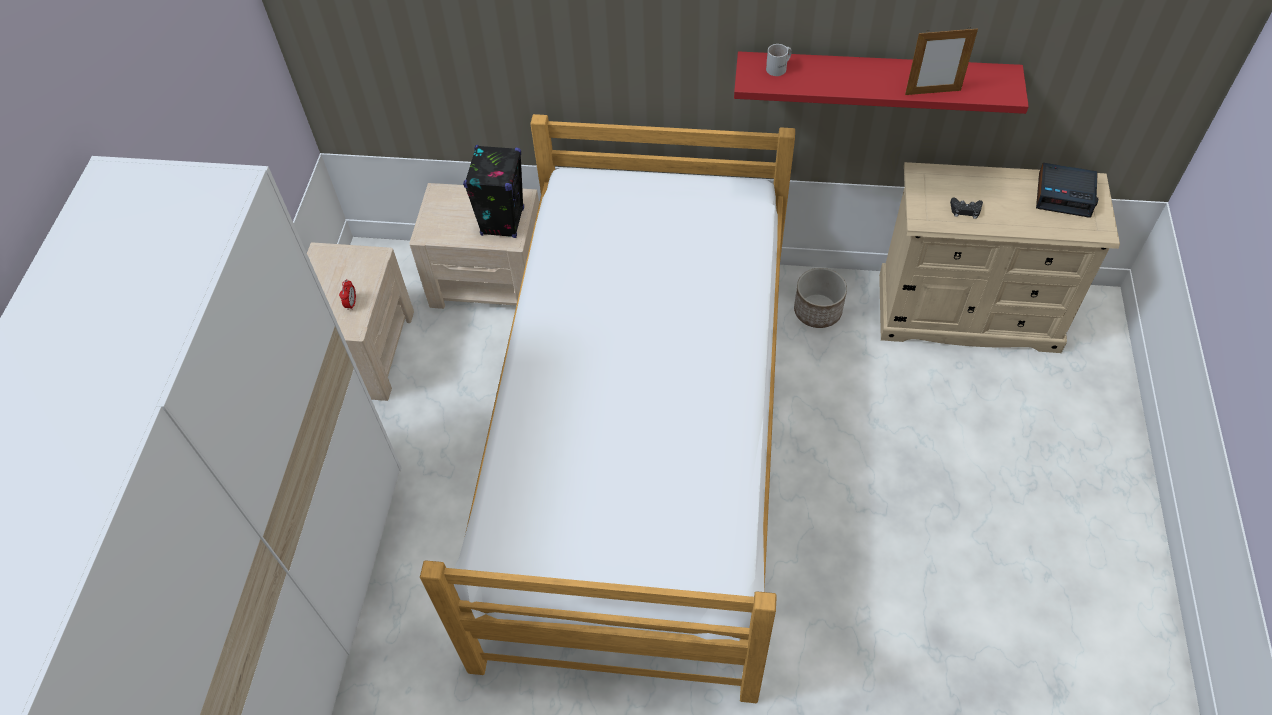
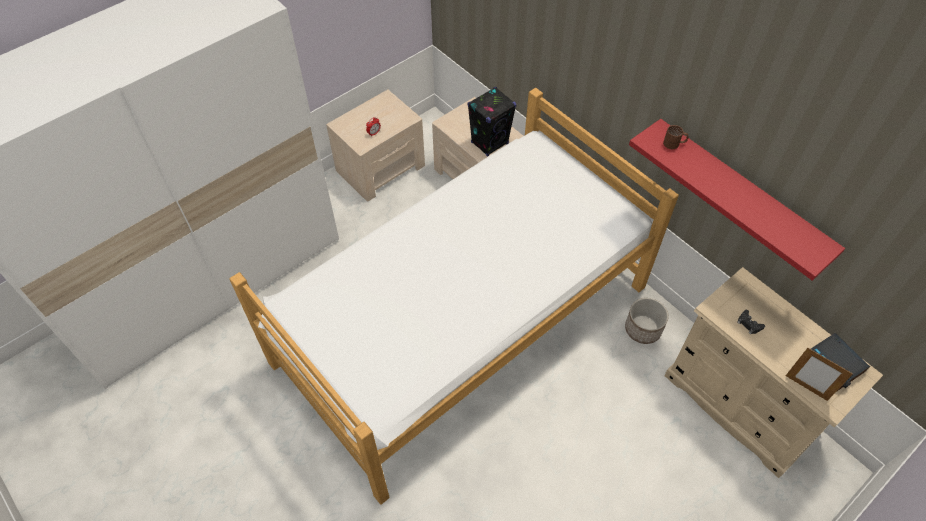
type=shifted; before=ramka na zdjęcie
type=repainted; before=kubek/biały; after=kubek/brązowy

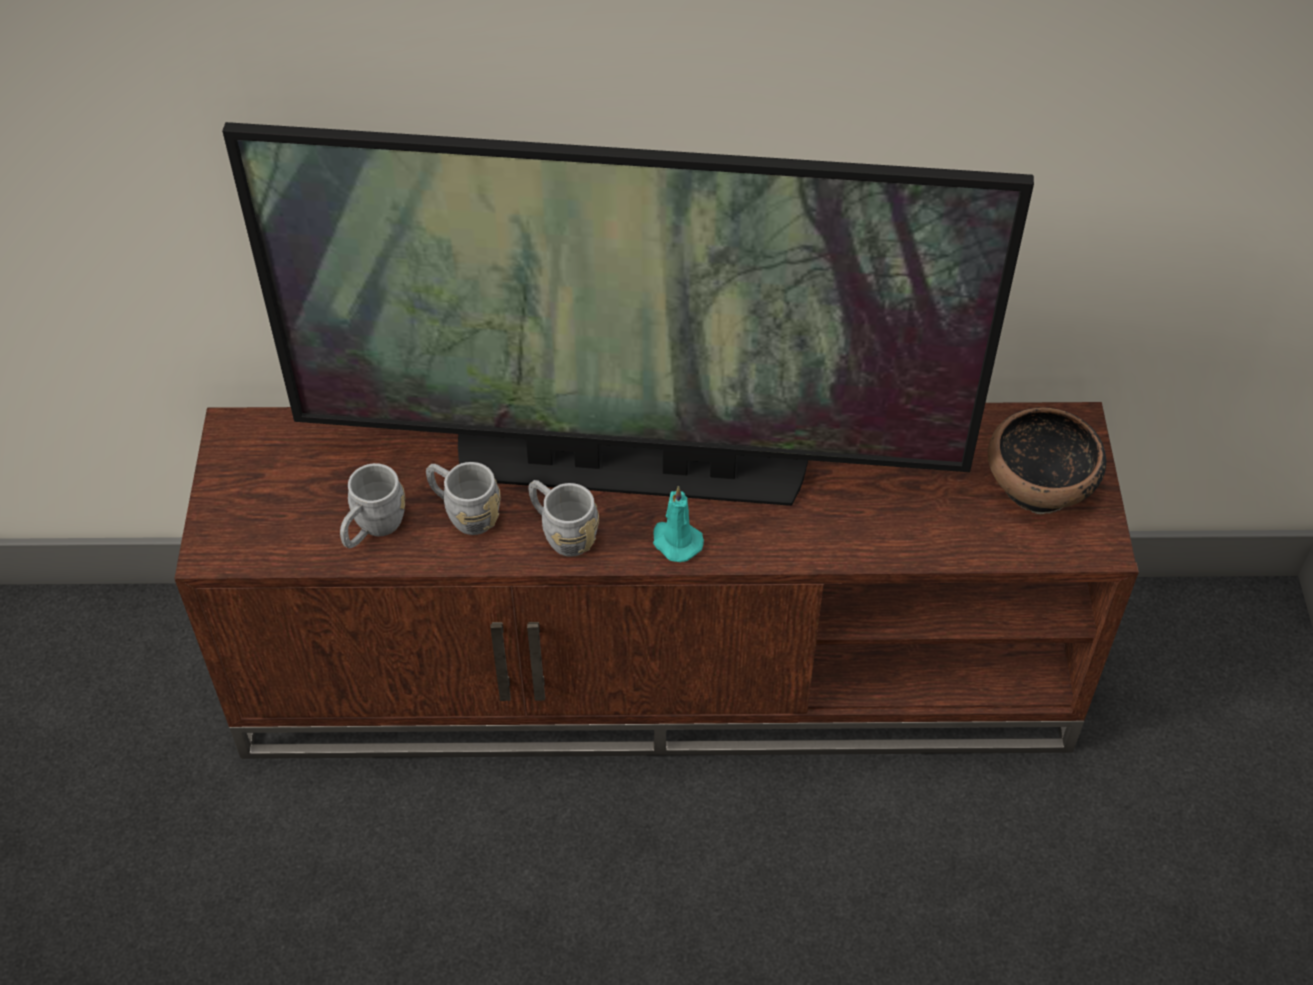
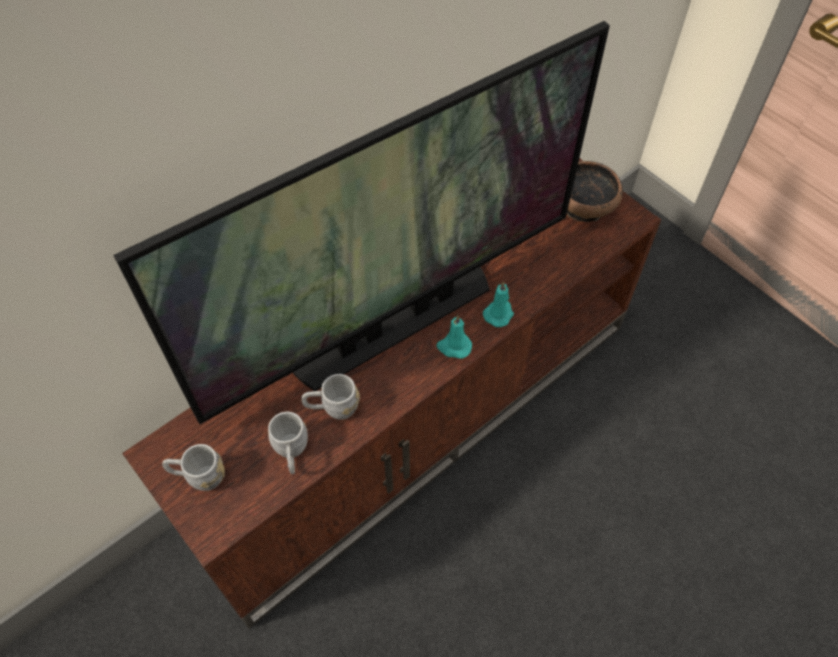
type=new; after=świeca/turkusowy (no. 2 from left)
type=shifted; before=kubek/szary (no. 3 from left in the first image); after=kubek/szary (no. 1 from left)

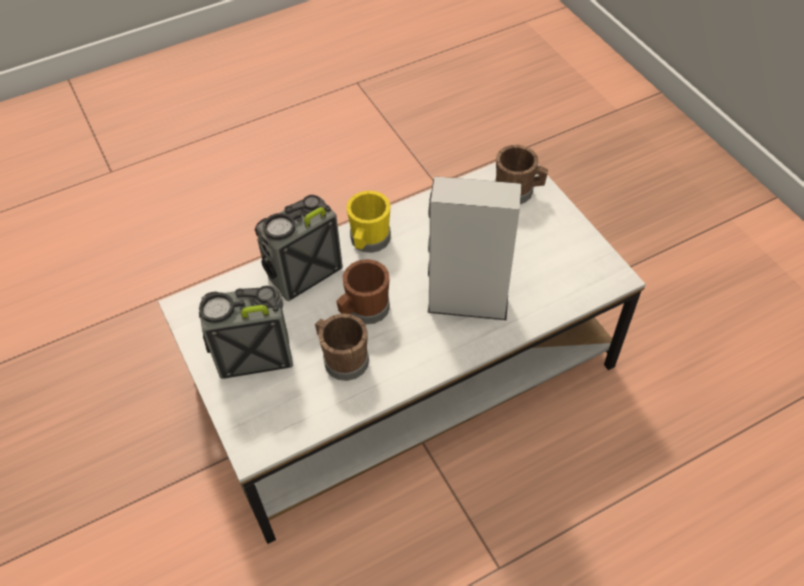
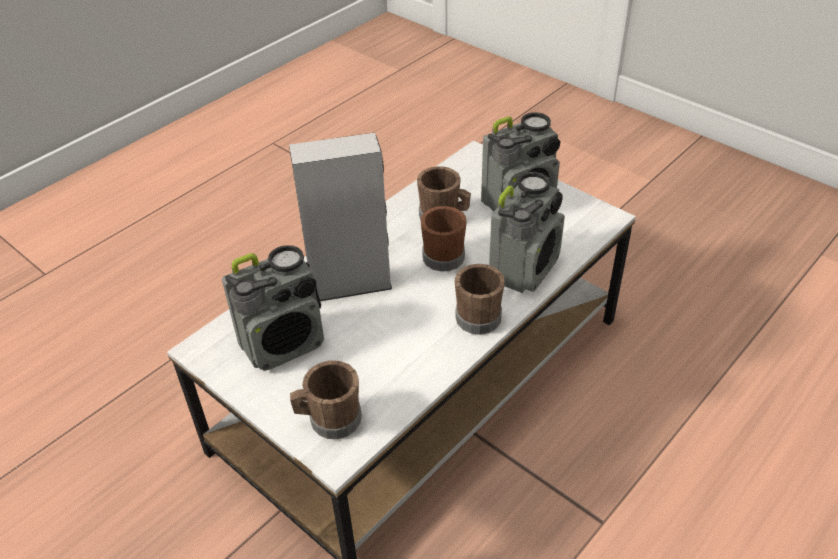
type=new; after=radio (no. 1 from left)
type=repainted; before=kubek/żółty; after=kubek/brązowy (no. 4 from left)

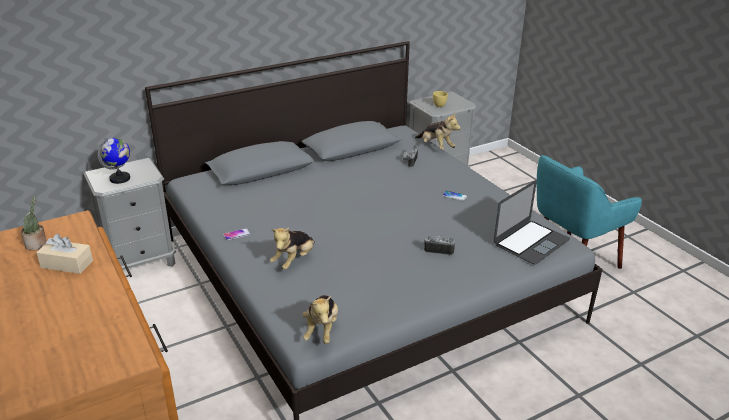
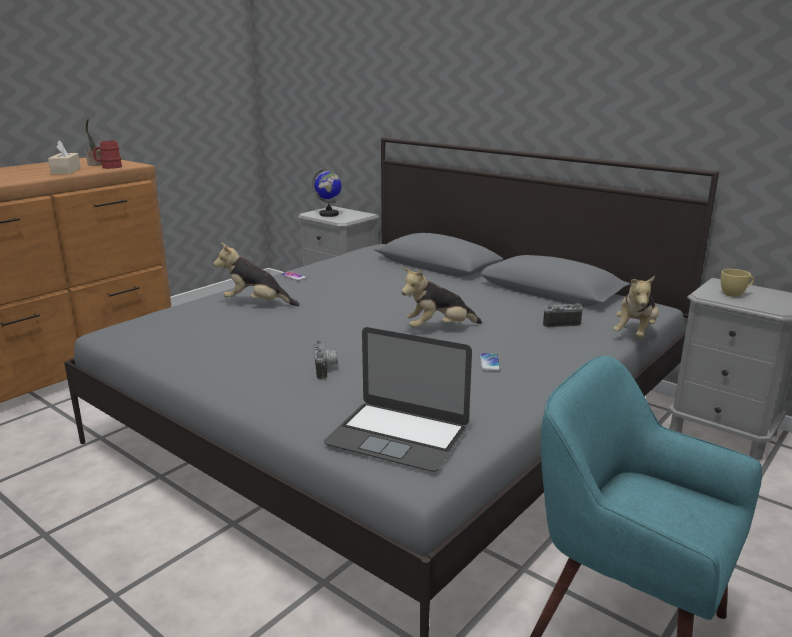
type=new; after=kubek/czerwony
type=shifted; before=pluszak (no. 2 from left)

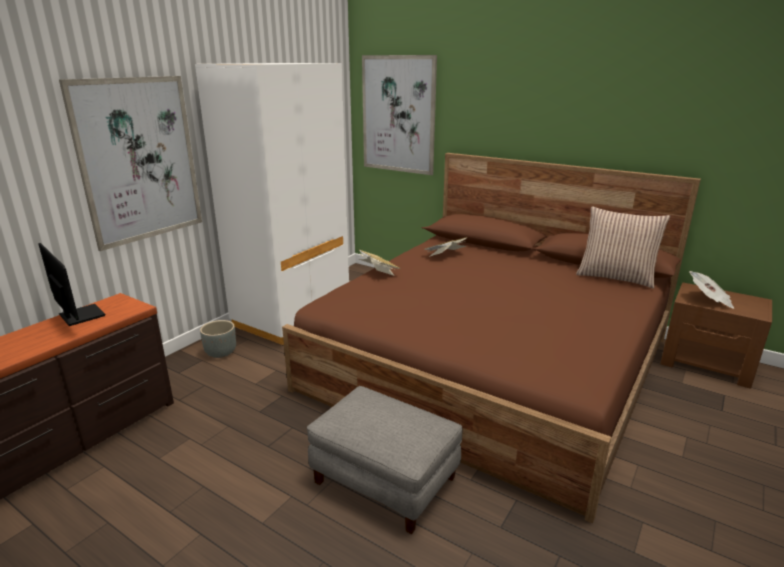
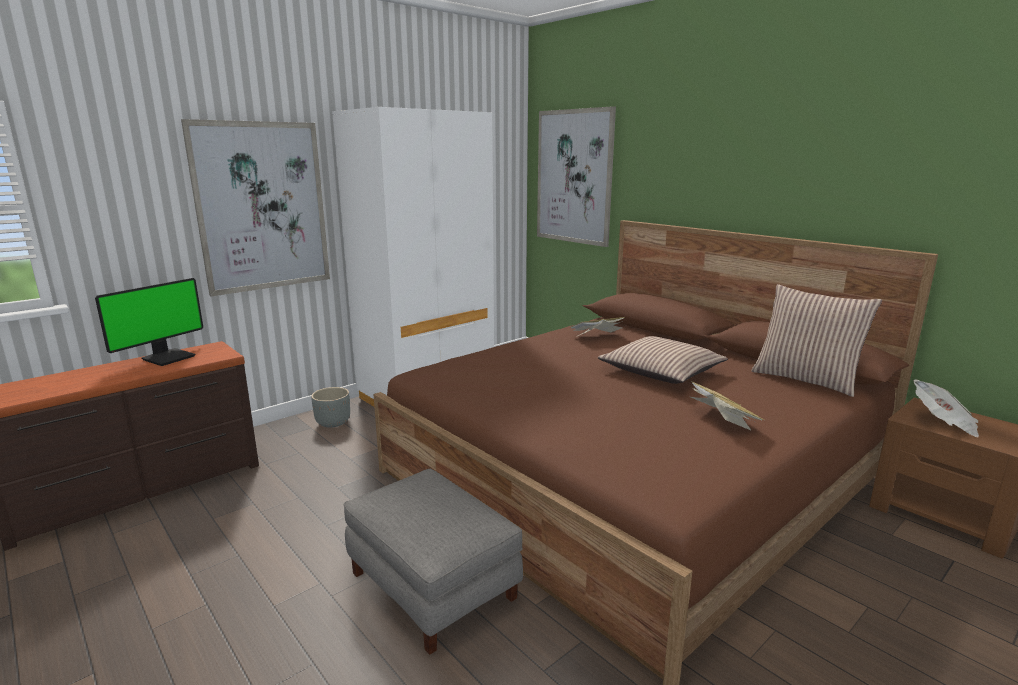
type=new; after=poduszka (no. 1 from left)
type=shifted; before=książka (no. 1 from left in the first image); after=książka (no. 2 from left)
type=rotated; before=monitor; turn=60

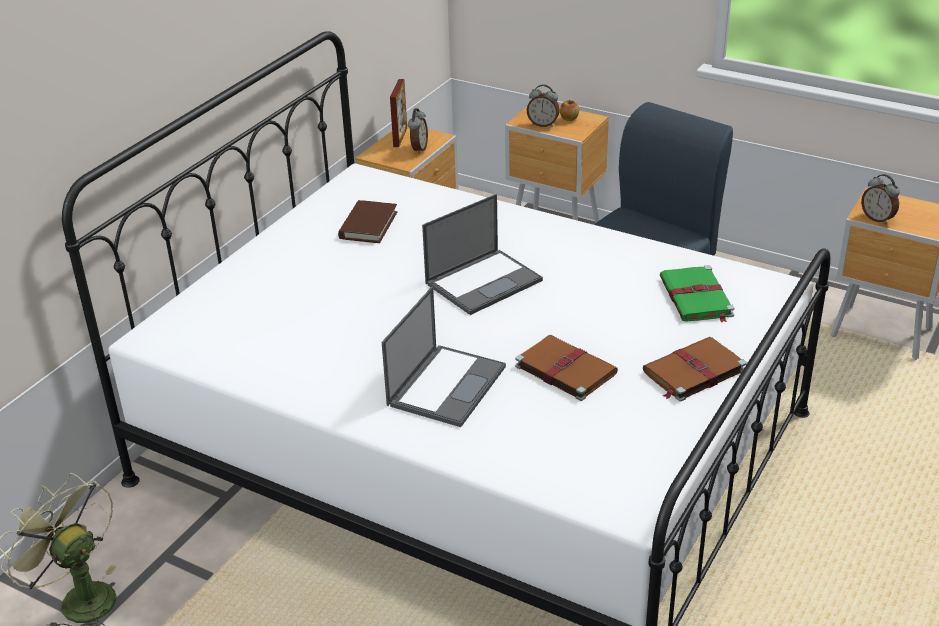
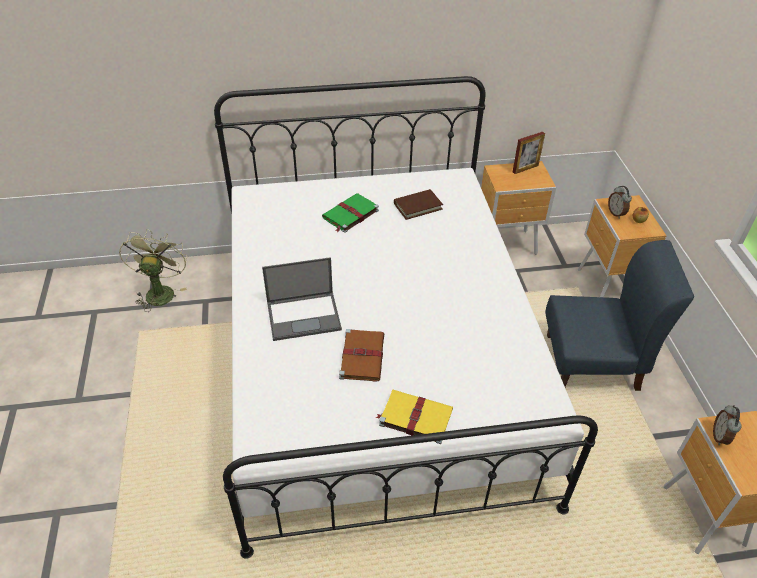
type=gone; before=budzik (no. 1 from left)
type=gone; before=laptop (no. 2 from left)
type=shifted; before=książka/zielony
type=repainted; before=książka/brązowy (no. 3 from left); after=książka/żółty

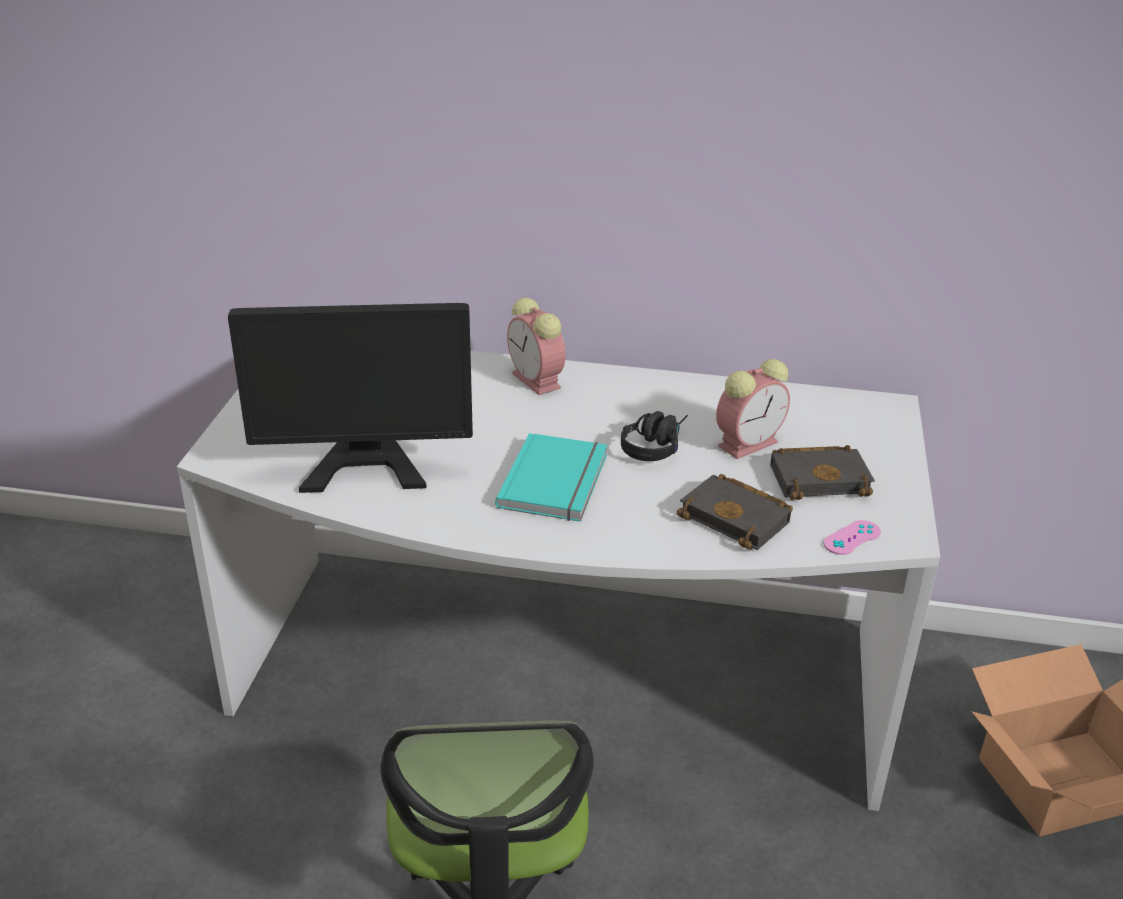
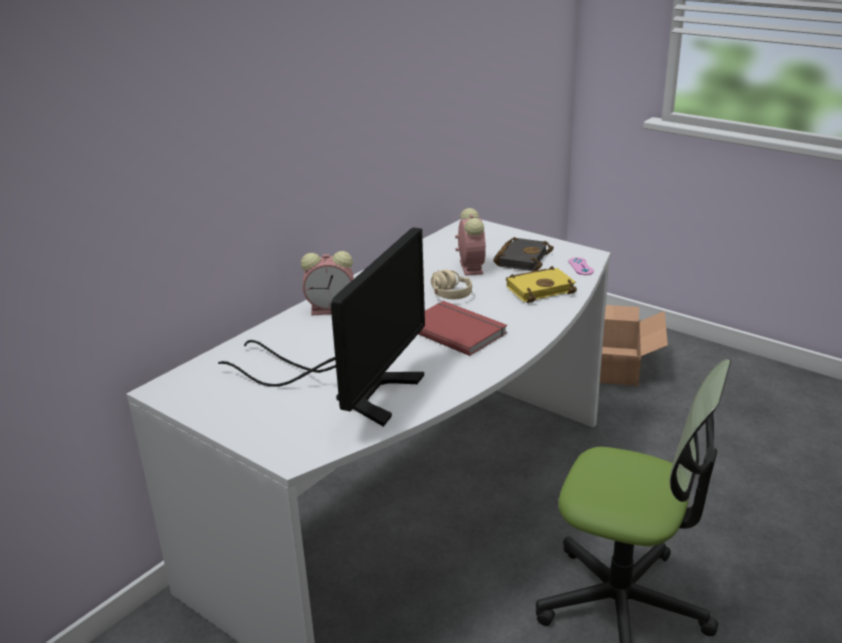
type=repainted; before=książka/turkusowy; after=książka/czerwony
type=repainted; before=słuchawki/czarny; after=słuchawki/beżowy
type=repainted; before=książka/czarny (no. 1 from left); after=książka/żółty

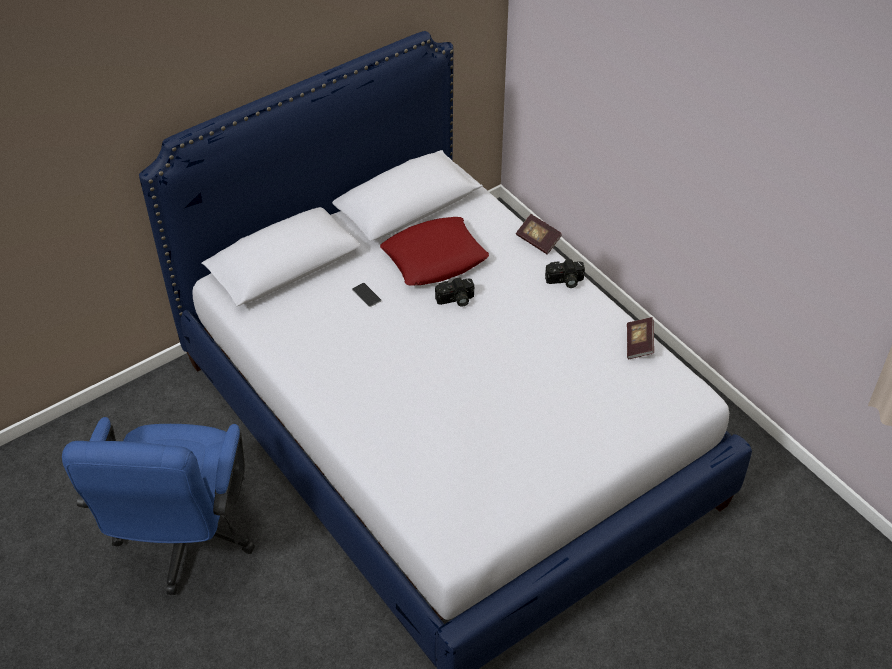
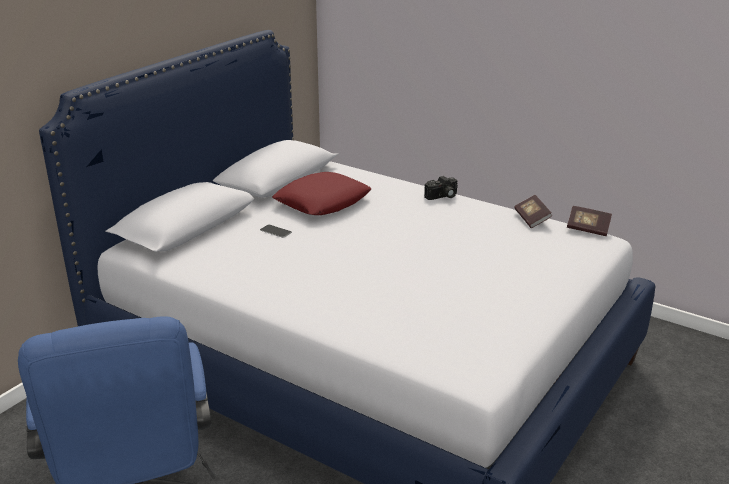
type=gone; before=aparat fotograficzny (no. 1 from left)
type=shifted; before=książka (no. 1 from left in the first image); after=książka (no. 2 from left)

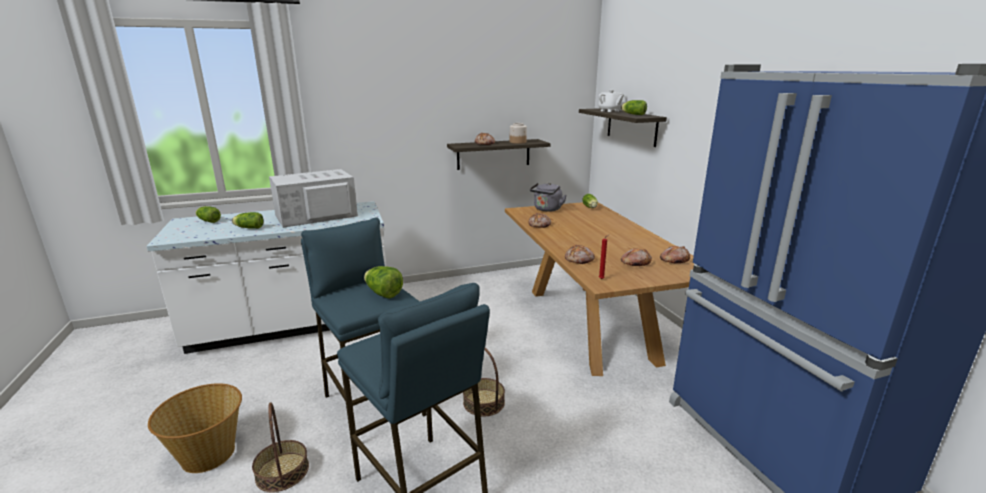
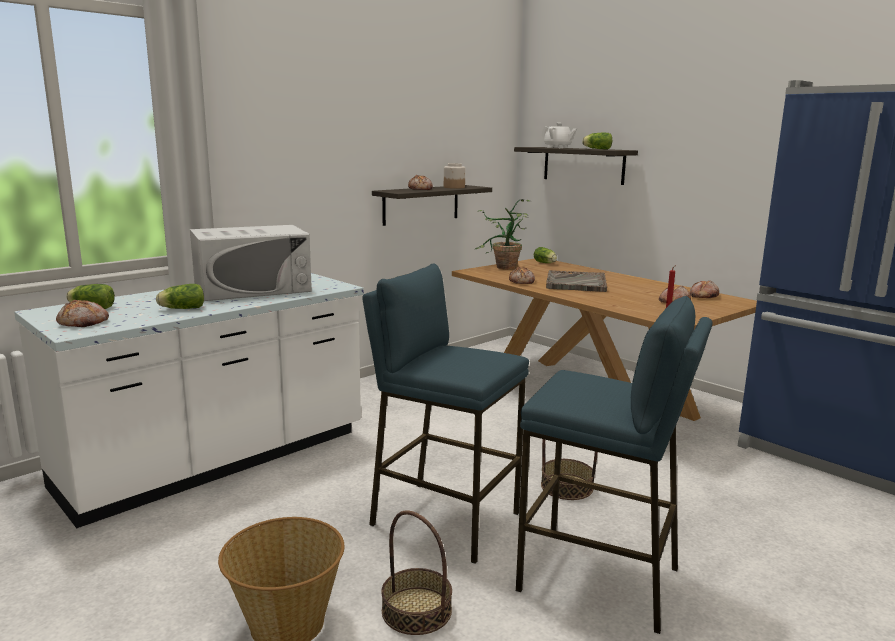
type=gone; before=sałata (no. 3 from left)
type=new; after=taca/szary
type=shifted; before=chleb (no. 3 from left in the first image); after=chleb (no. 1 from left)
type=swapped; before=czajnik/szary; after=roślina doniczkowa
type=rotated; before=mikrofalówka/biały; turn=-150

